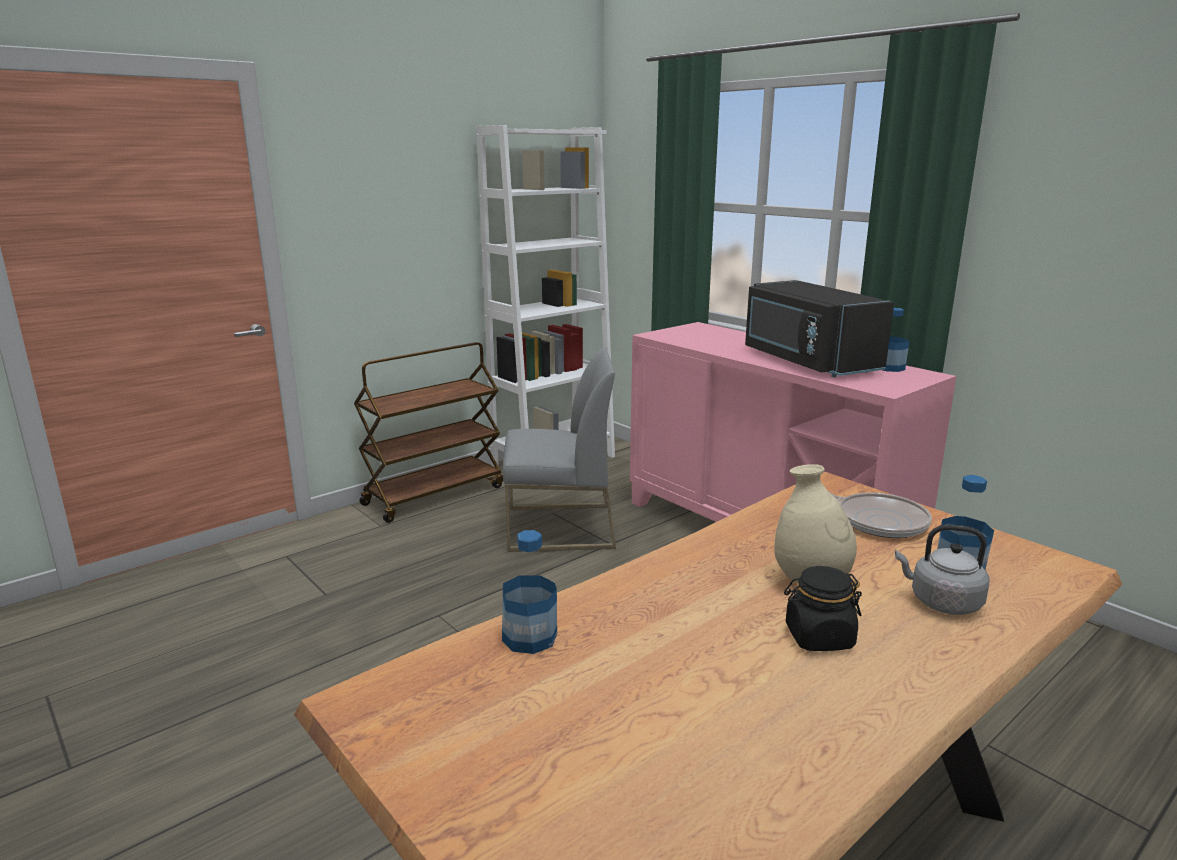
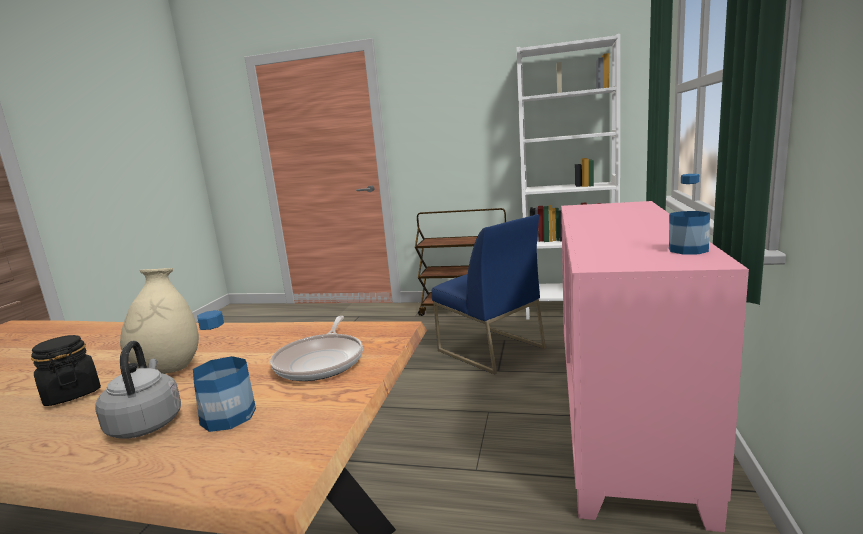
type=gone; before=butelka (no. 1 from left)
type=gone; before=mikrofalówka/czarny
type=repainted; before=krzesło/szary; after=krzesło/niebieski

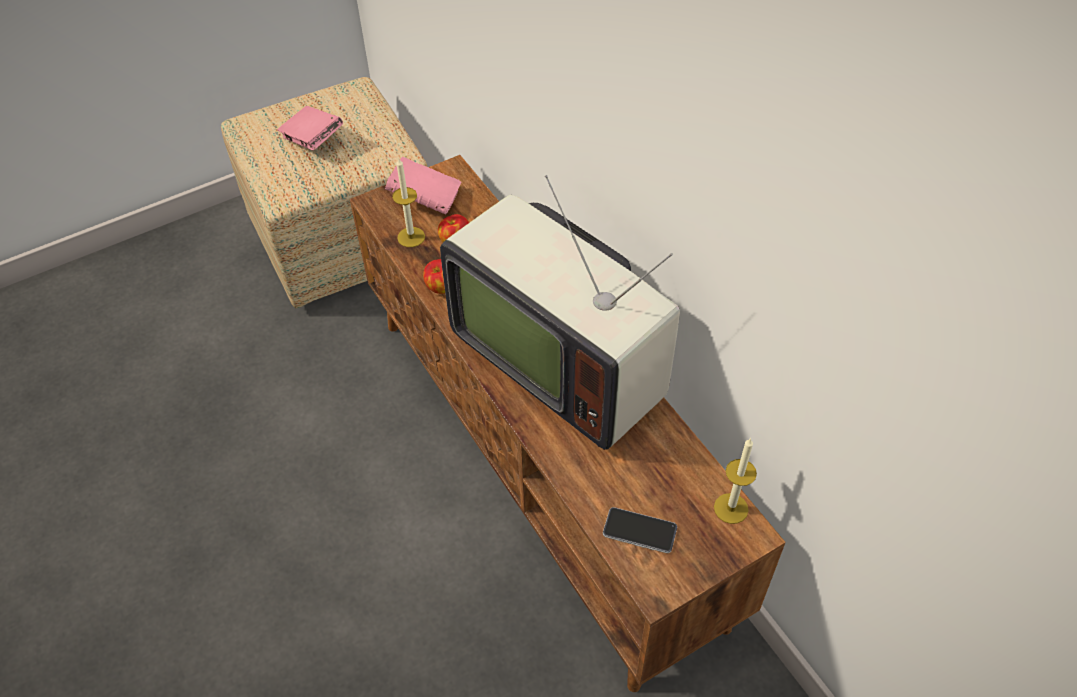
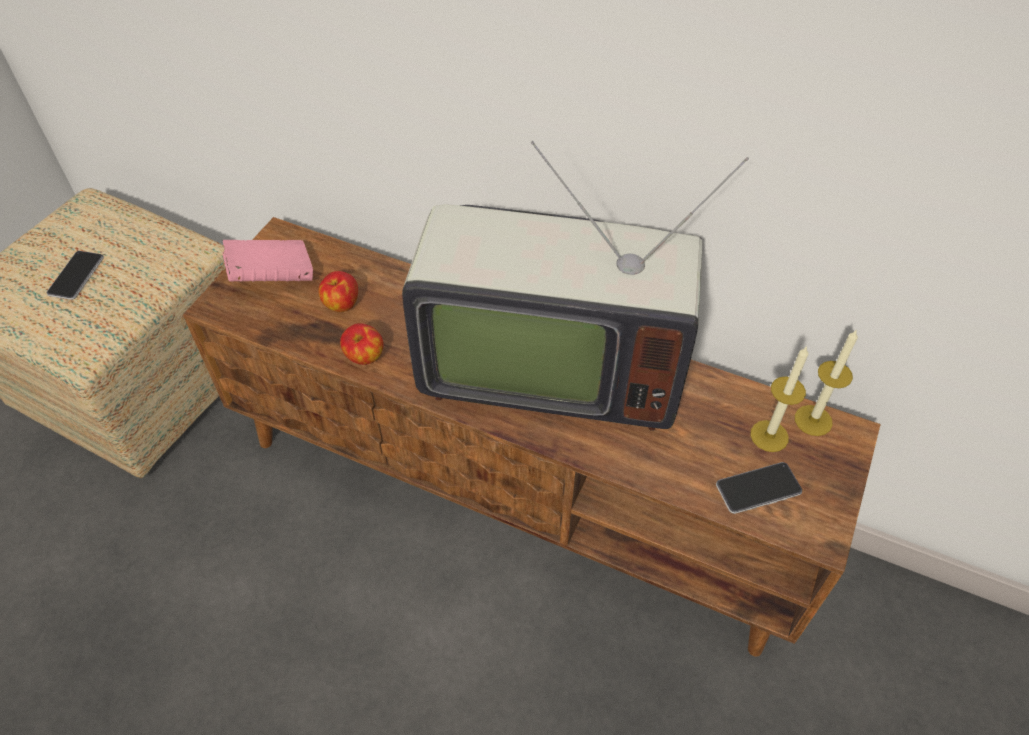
type=shifted; before=świeca (no. 1 from left)
type=swapped; before=książka/różowy (no. 1 from left); after=telefon (no. 1 from left)

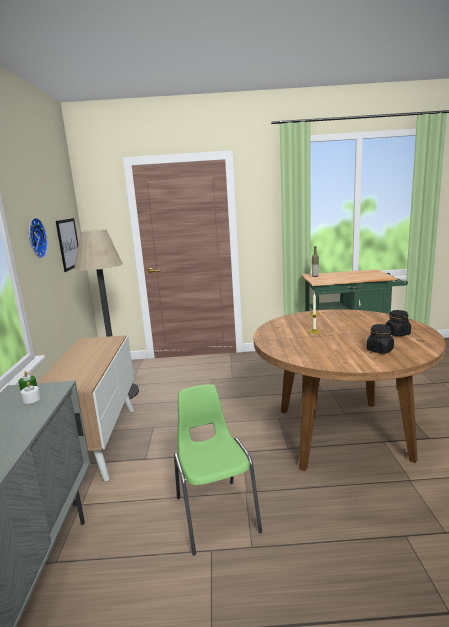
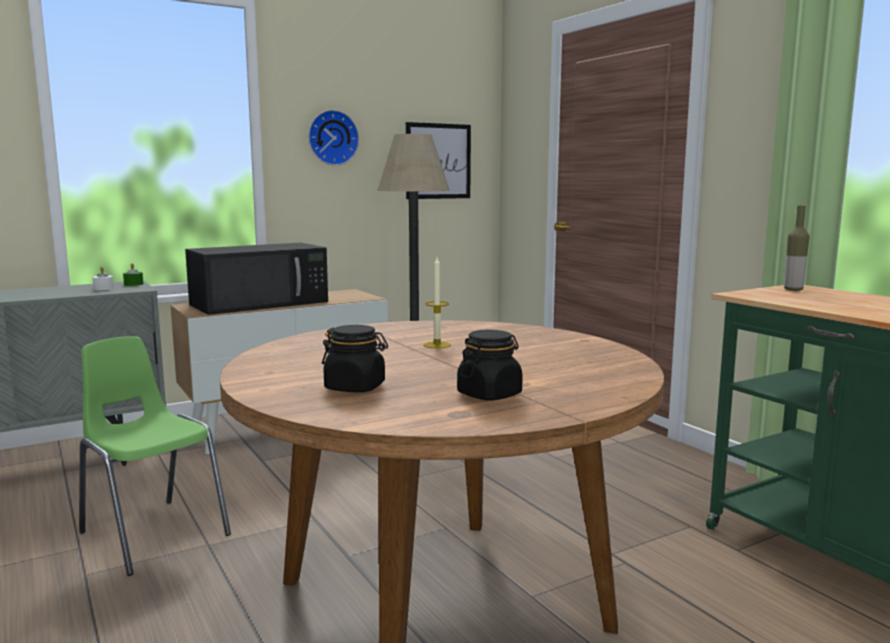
type=new; after=mikrofalówka/czarny
type=rotated; before=krzesło/zielony; turn=-90

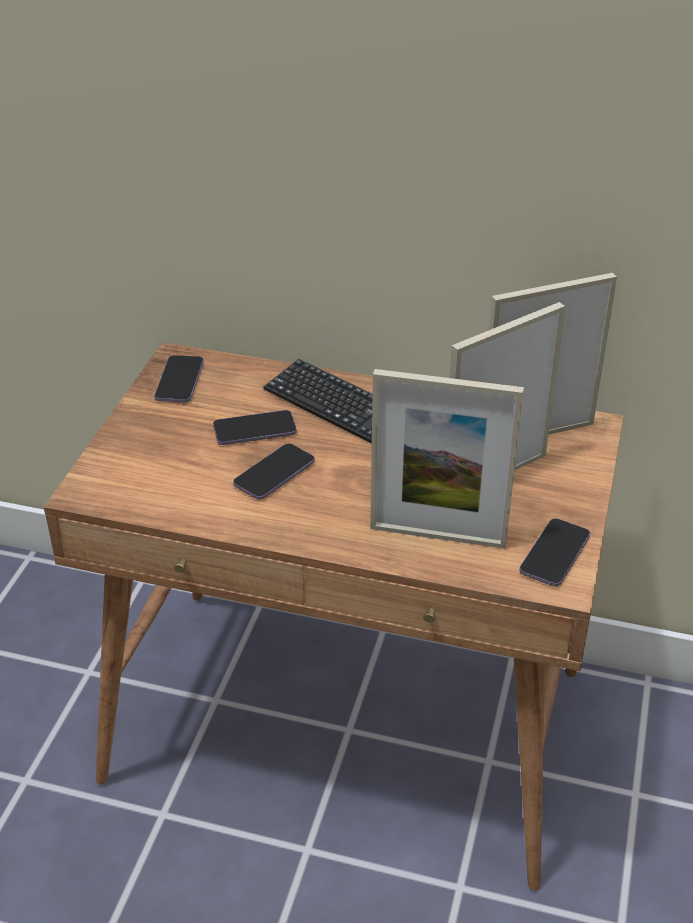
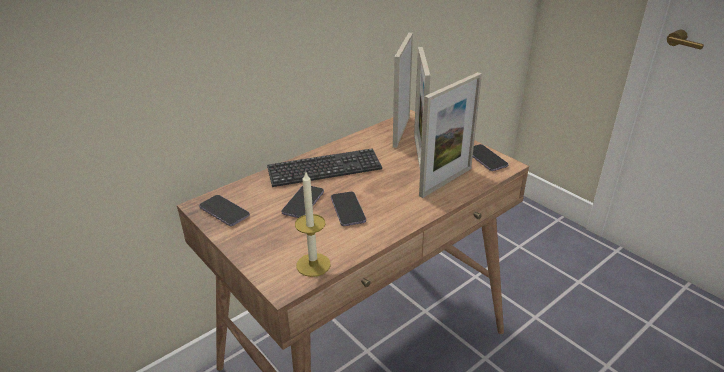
type=new; after=świeca

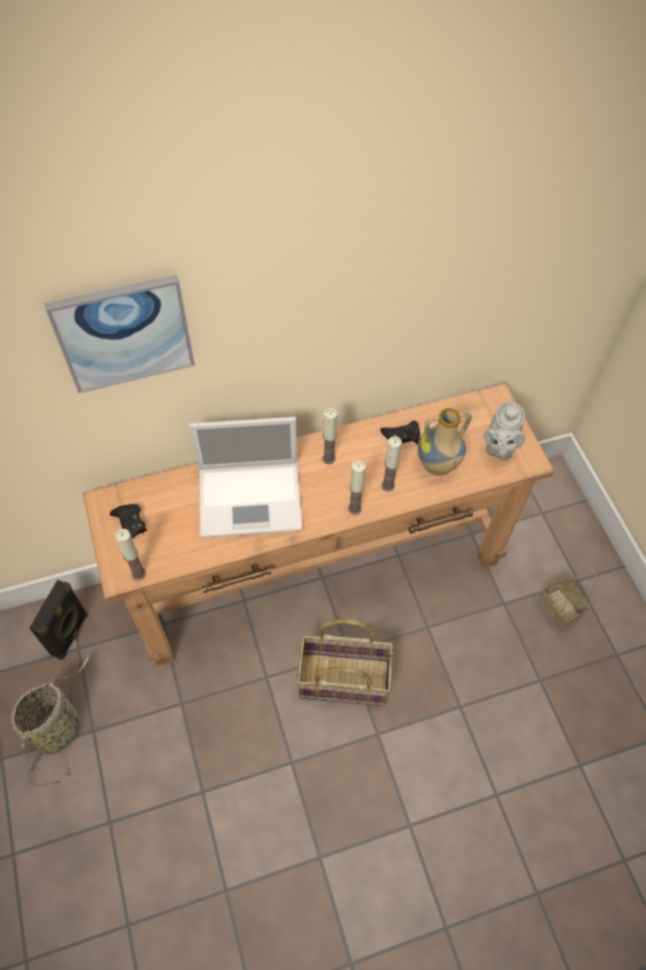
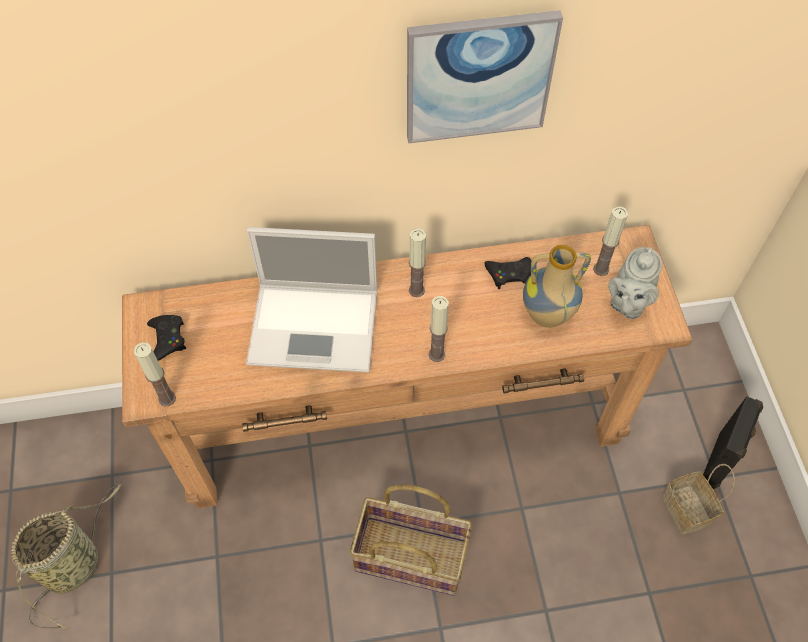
type=shifted; before=głośnik/czarny
type=shifted; before=obraz
type=shifted; before=świeca (no. 4 from left)

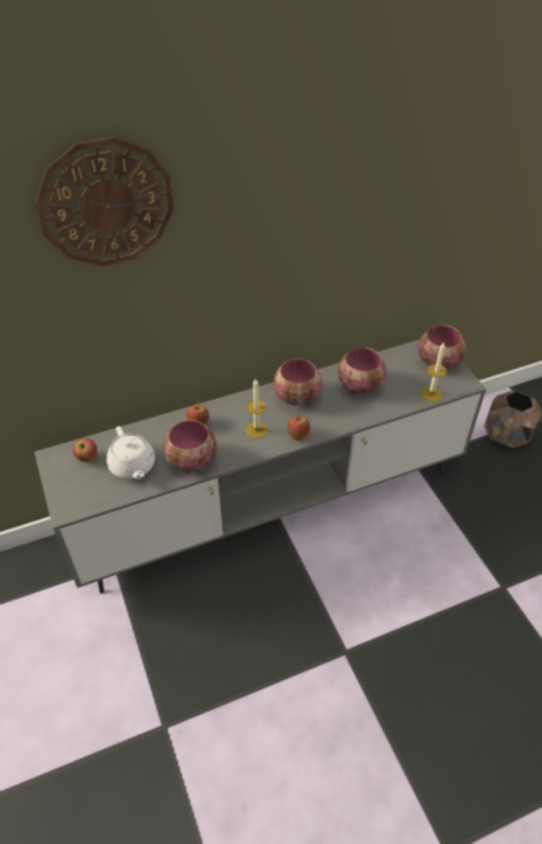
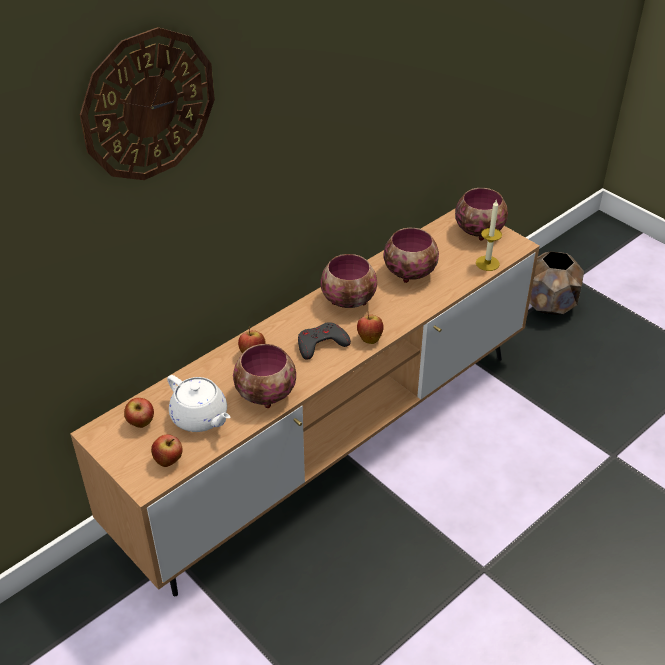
type=new; after=jabłko (no. 2 from left)
type=swapped; before=świeca (no. 1 from left); after=pad do gier/szary
type=repainted; before=szafka pod telewizor/szary; after=szafka pod telewizor/brązowy

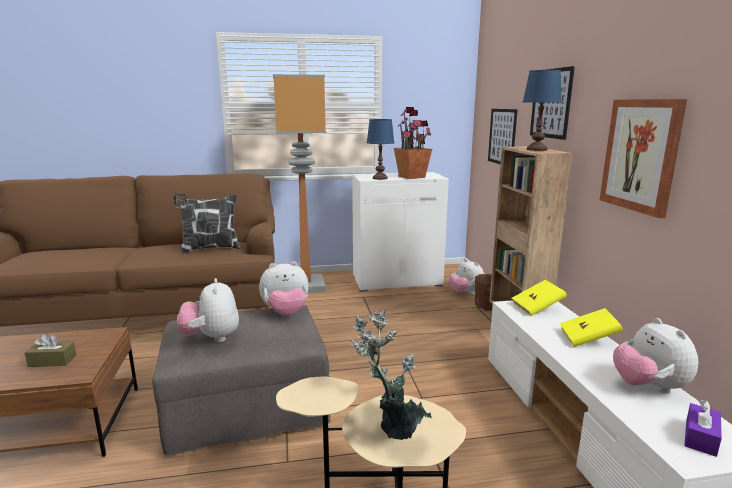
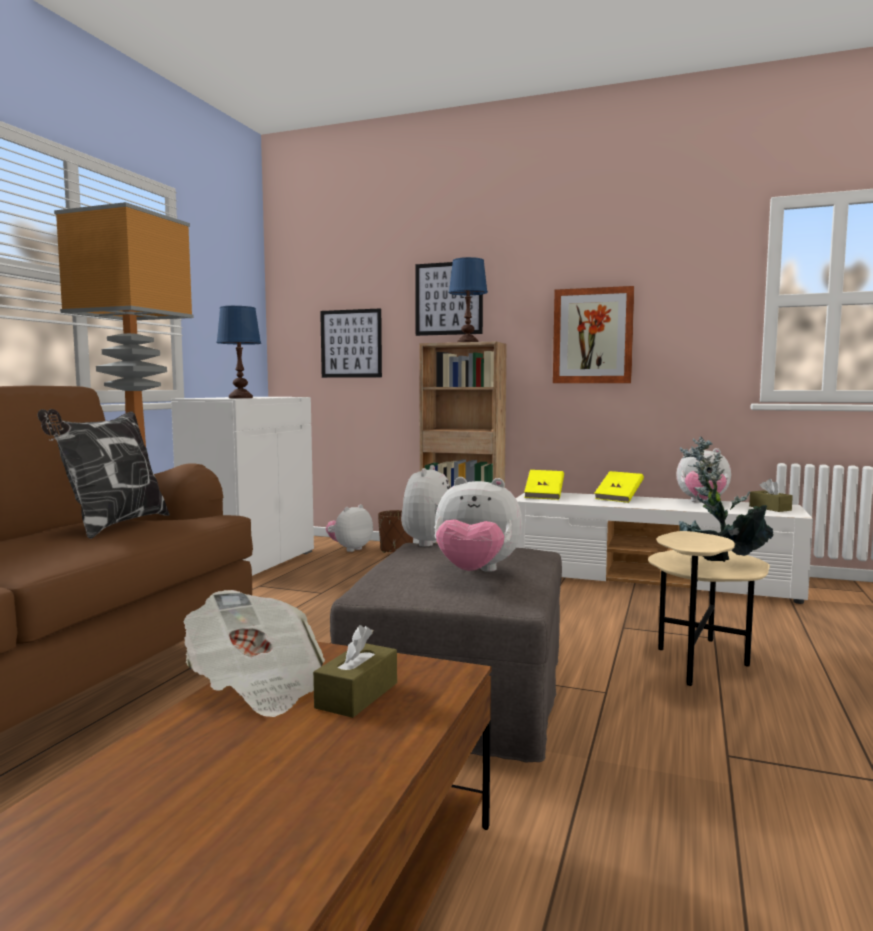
type=gone; before=roślina doniczkowa (no. 2 from left)
type=new; after=gazeta
type=repainted; before=pudełko chusteczek/fioletowy; after=pudełko chusteczek/brązowy (no. 2 from left)
type=rotated; before=pluszak (no. 3 from left in the first image); turn=135

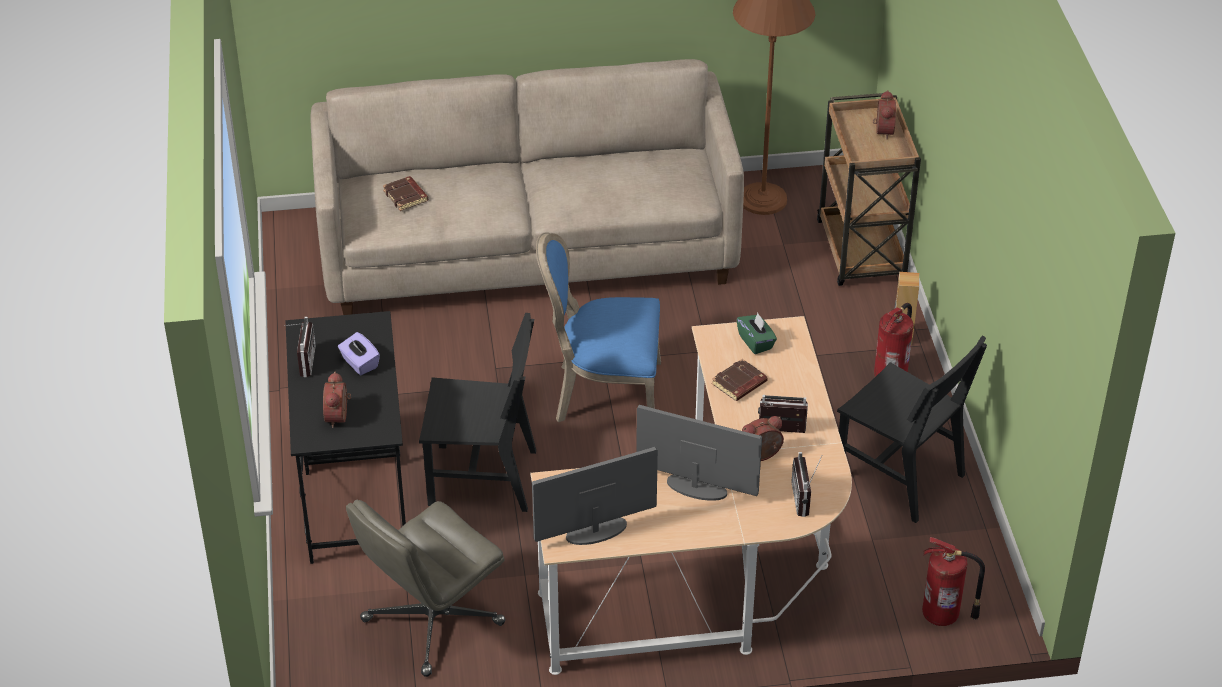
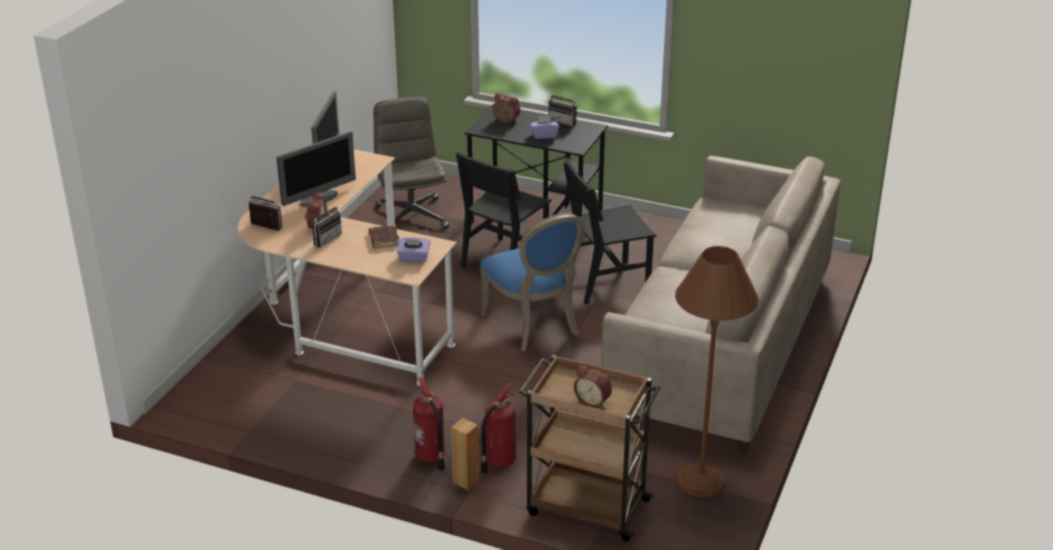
type=gone; before=książka/brązowy (no. 1 from left)
type=shifted; before=krzesło/czarny (no. 2 from left)
type=shifted; before=gaśnica (no. 2 from left)
type=repainted; before=pudełko chusteczek/zielony; after=pudełko chusteczek/fioletowy (no. 1 from left)
type=rotated; before=krzesło/niebieski; turn=120

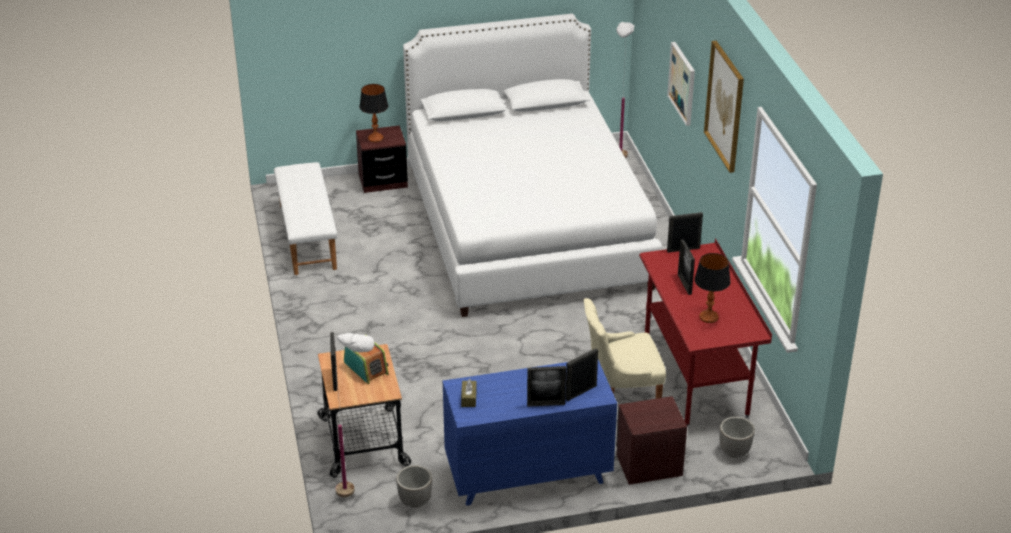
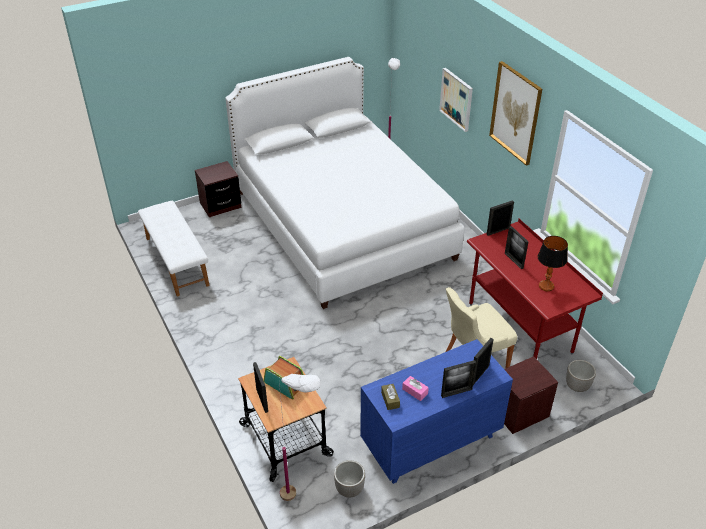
type=gone; before=lampa stołowa (no. 1 from left)
type=new; after=pudełko chusteczek/różowy

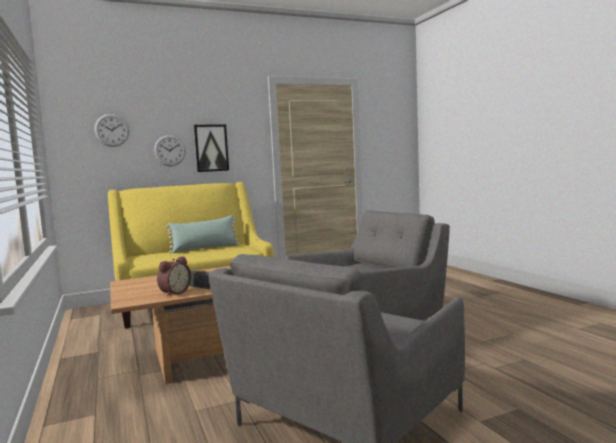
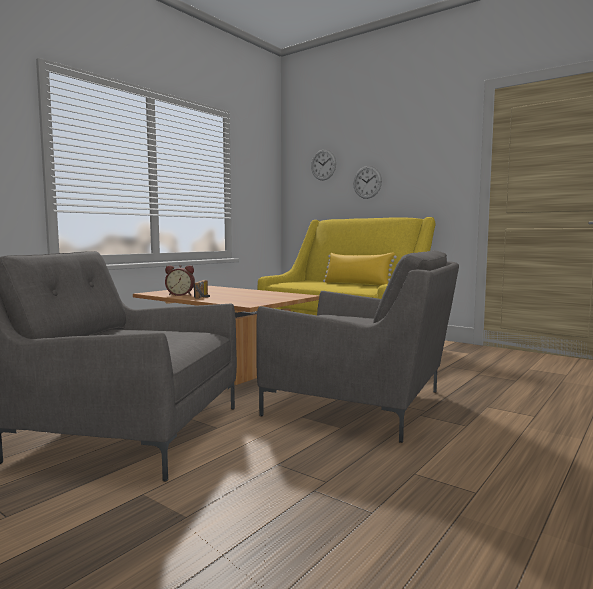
type=gone; before=obraz
type=repainted; before=poduszka/zielony; after=poduszka/żółty

